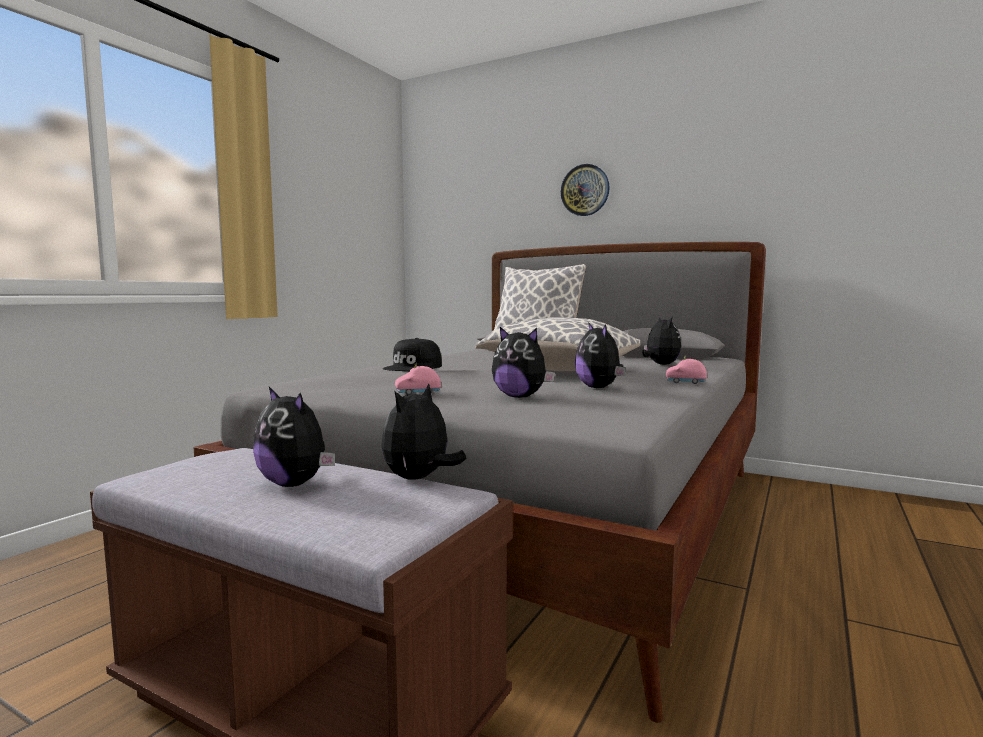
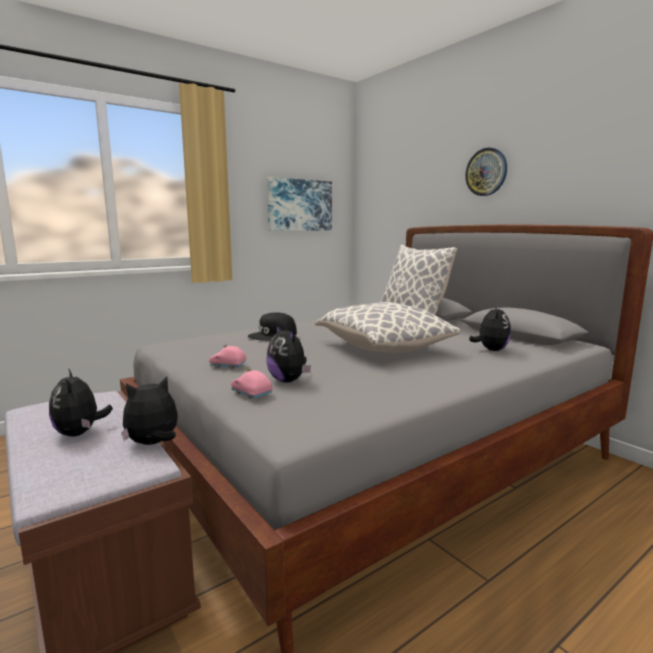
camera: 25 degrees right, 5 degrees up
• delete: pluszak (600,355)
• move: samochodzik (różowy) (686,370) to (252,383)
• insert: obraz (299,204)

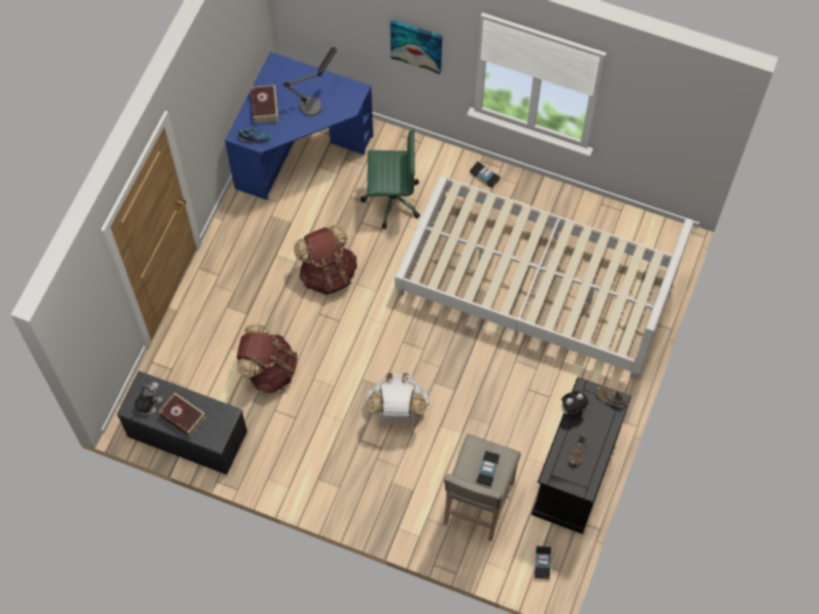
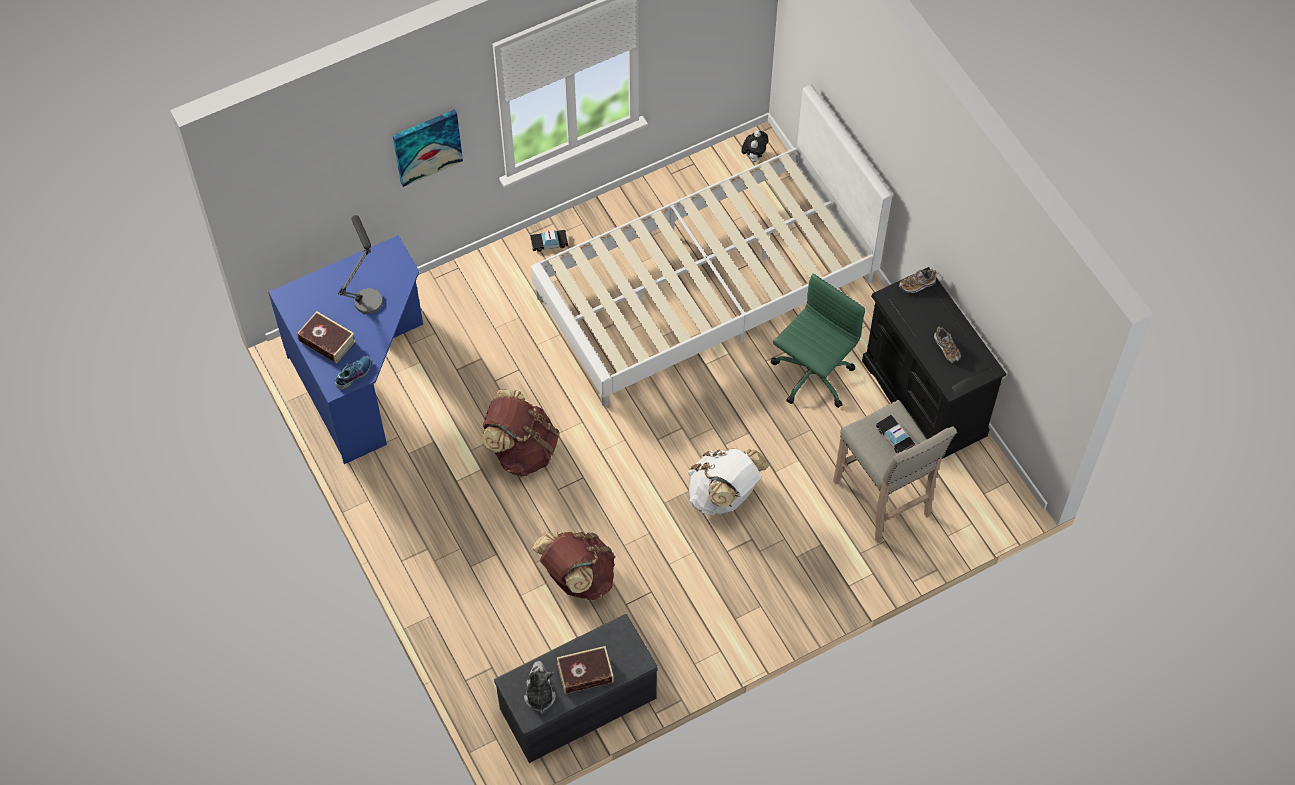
camera: 50 degrees left, 5 degrees down
• move: krzesło biurowe (zielony) (390,179) to (818,341)
• delete: samochodzik (543,562)
• move: pluszak (574,402) to (755,147)

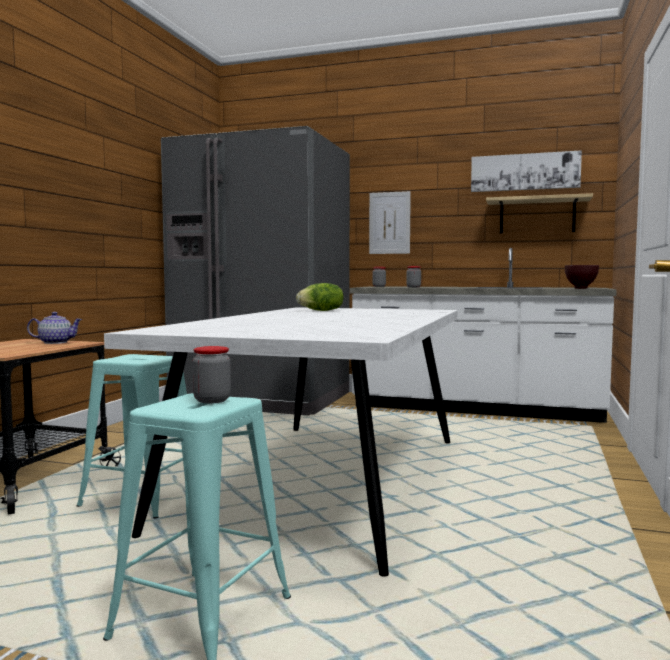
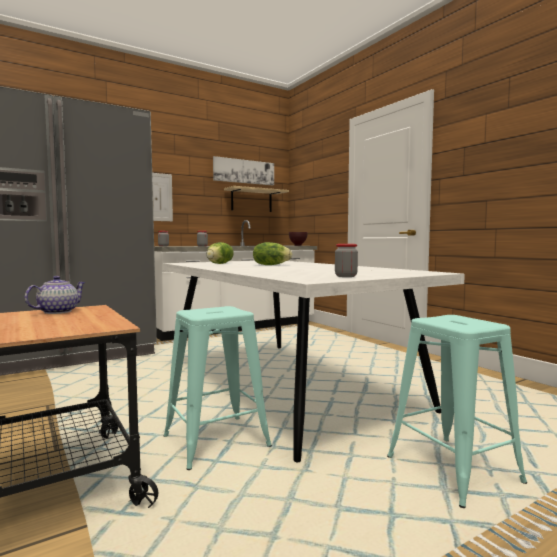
camera: 50 degrees left, 0 degrees up
• move: słoik (211,374) to (346,260)
• insert: sałata (272,253)

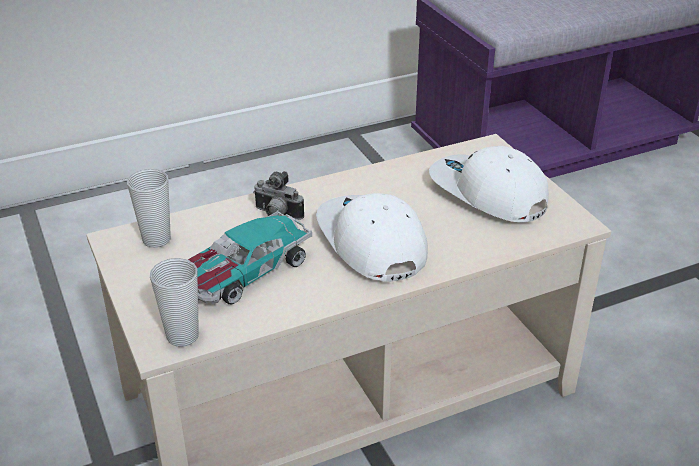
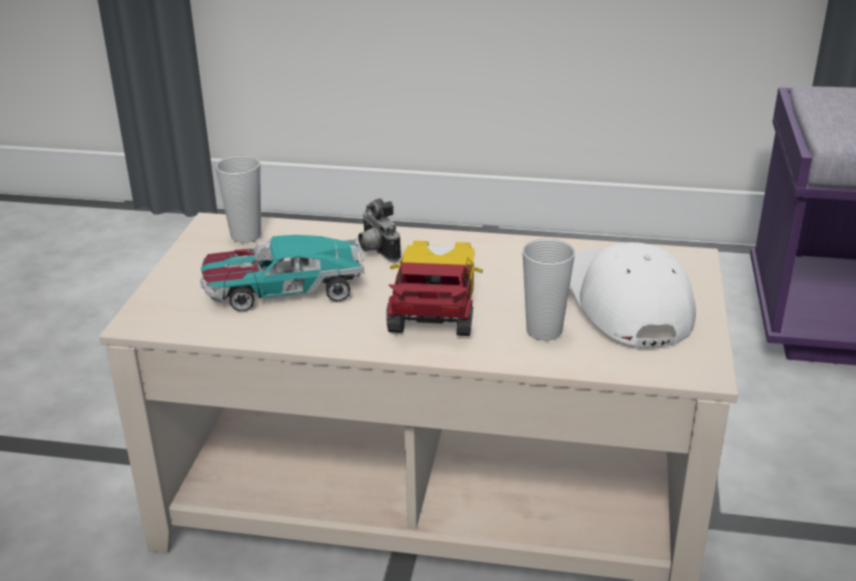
camera: 35 degrees right, 5 degrees down
• move: filiżanka (174,302) to (548,290)
• replace: czapka z daszkiem (biały) (372,237) to samochodzik (434,288)

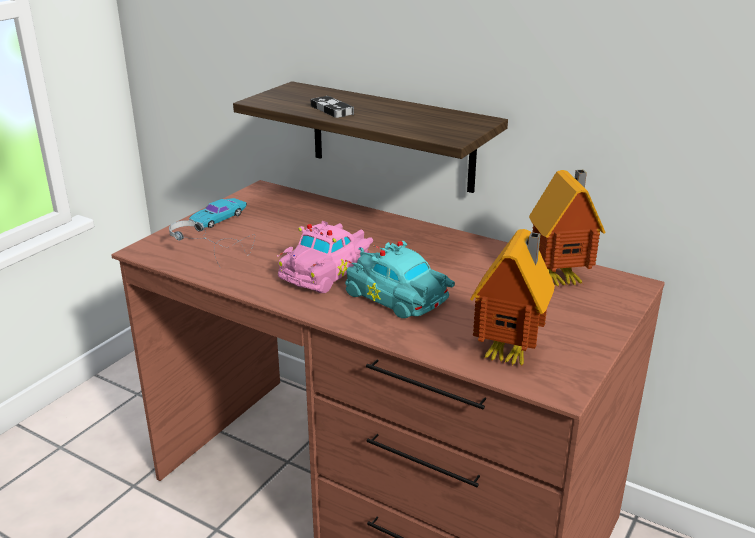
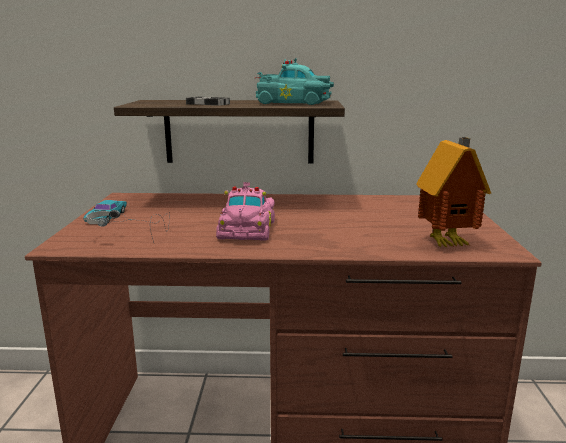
camera: 30 degrees left, 10 degrees down
• move: samochodzik (turkusowy) (400,279) to (294,81)
• delete: domek (567,228)

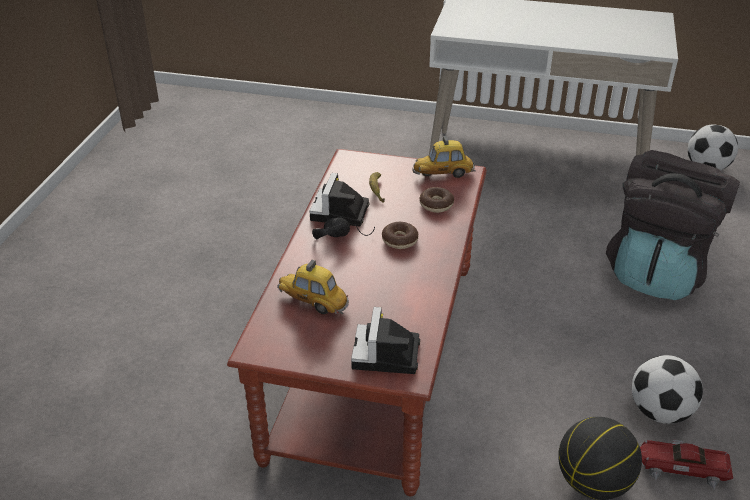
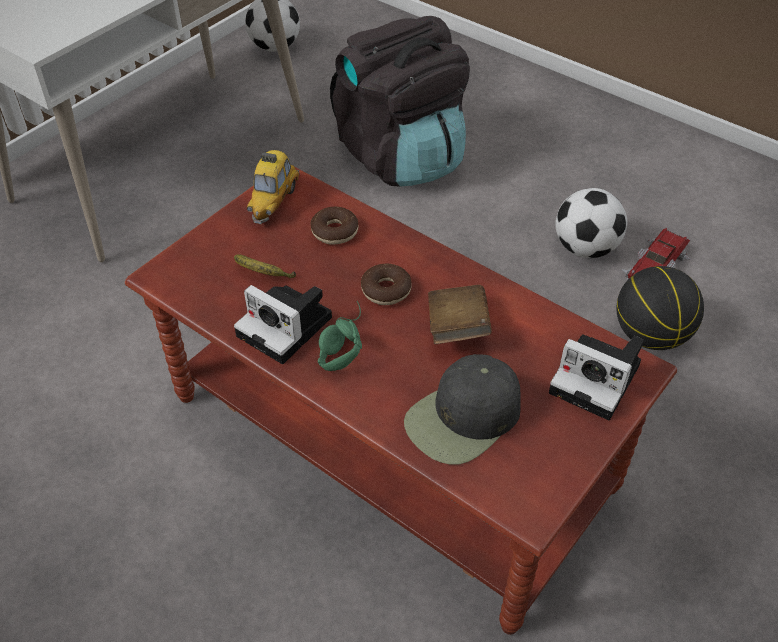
camera: 65 degrees left, 10 degrees up
• replace: samochodzik (313,287) to czapka z daszkiem (czarny) (462,409)
• recolor: słuchawki (czarny) (343,228) to słuchawki (zielony) (340,336)
• insert: książka (brązowy) (460,314)

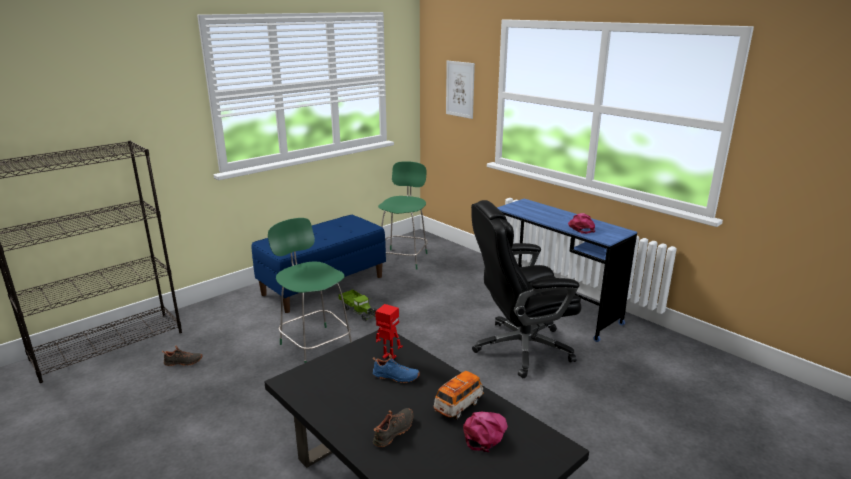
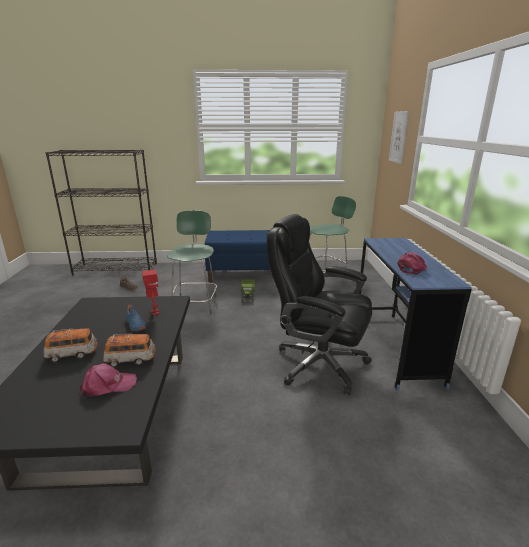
camera: 40 degrees right, 0 degrees up
• replace: but (czarny) (393,427) to samochodzik (70,345)

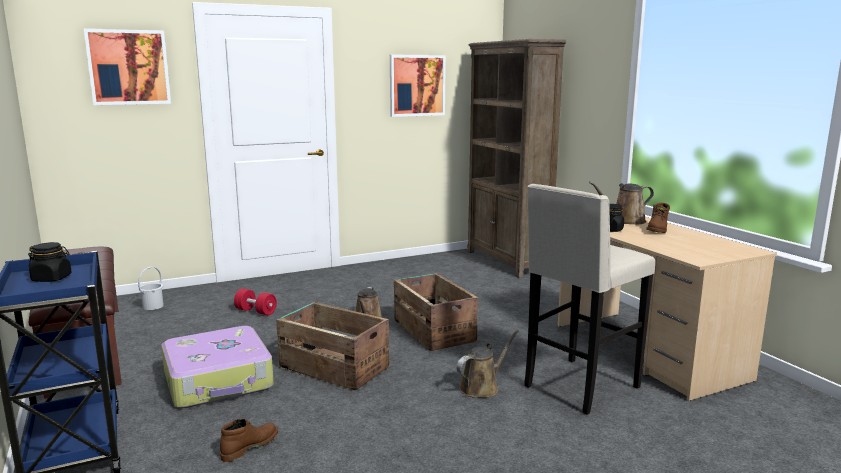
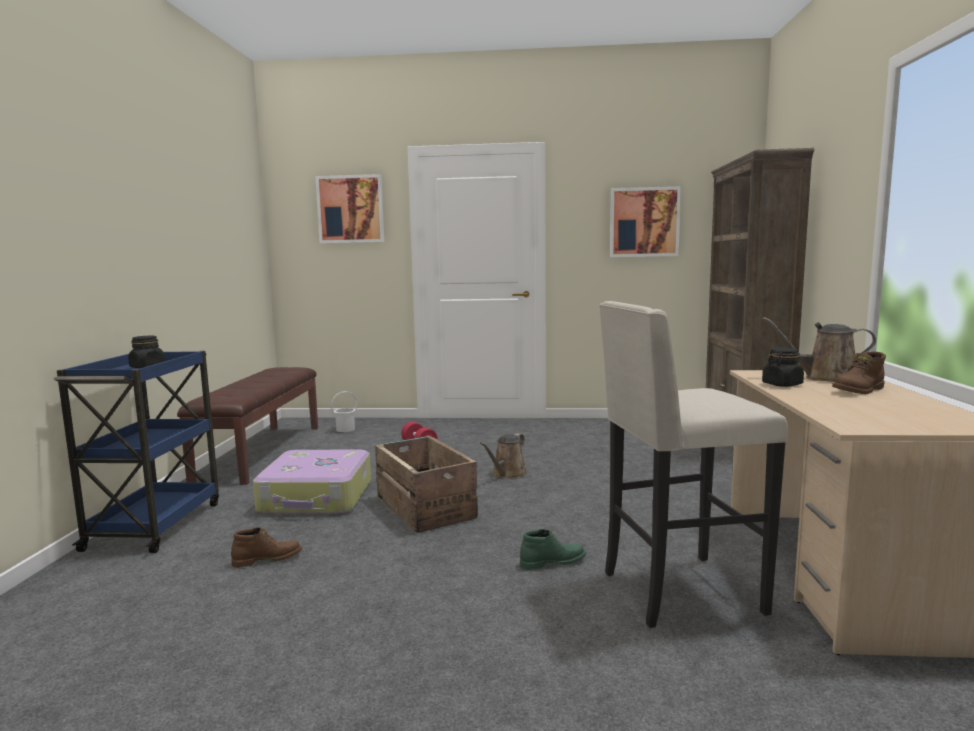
camera: 30 degrees right, 5 degrees down
• delete: skrzynka (436,312)
• replace: konewka (brązowy) (487,364) to but z cholewką (zielony) (553,549)

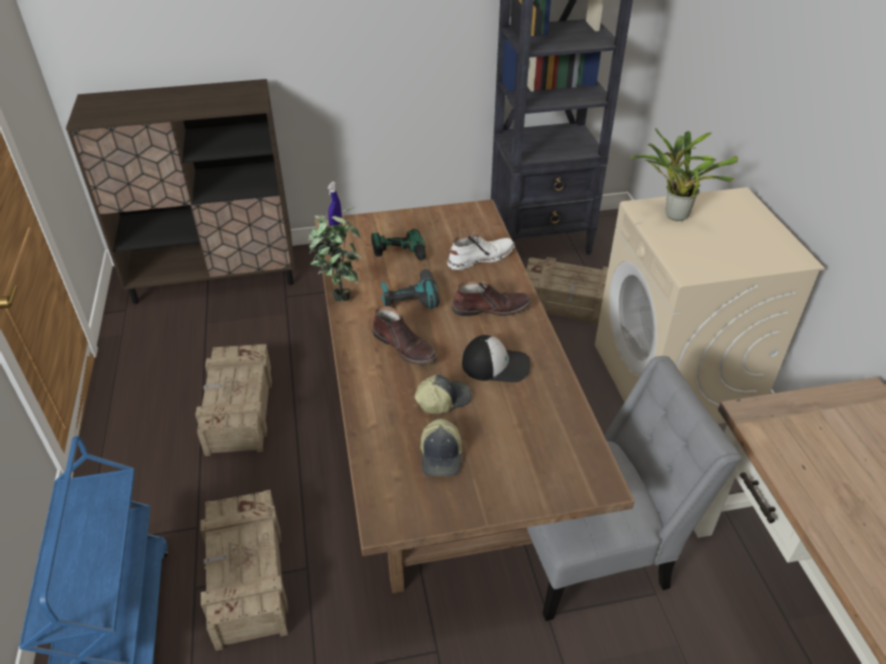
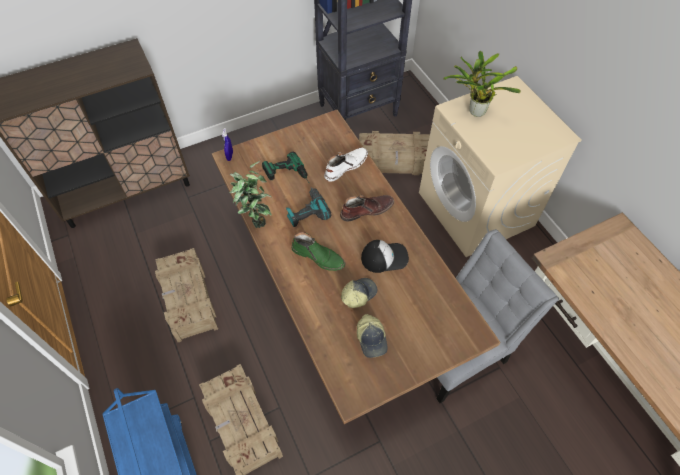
camera: 15 degrees left, 15 degrees up
• recolor: but z cholewką (brązowy) (404,335) to but z cholewką (zielony) (318,251)

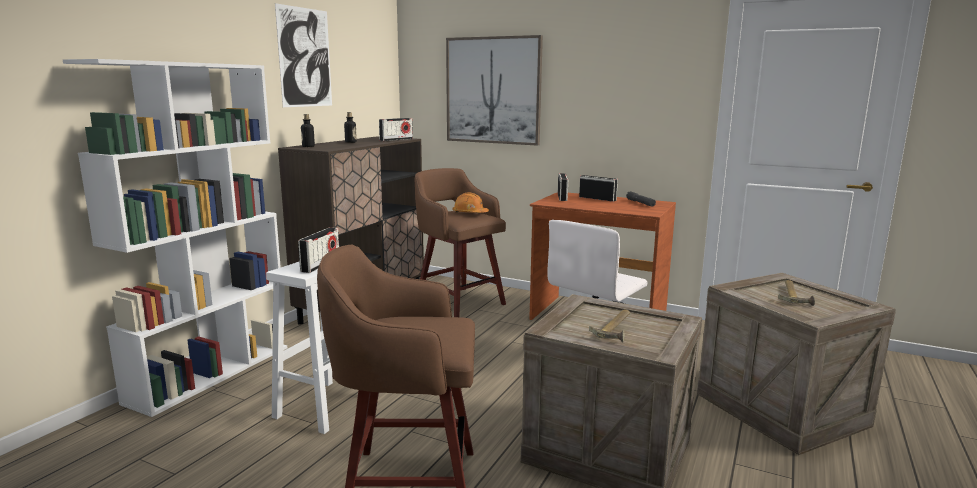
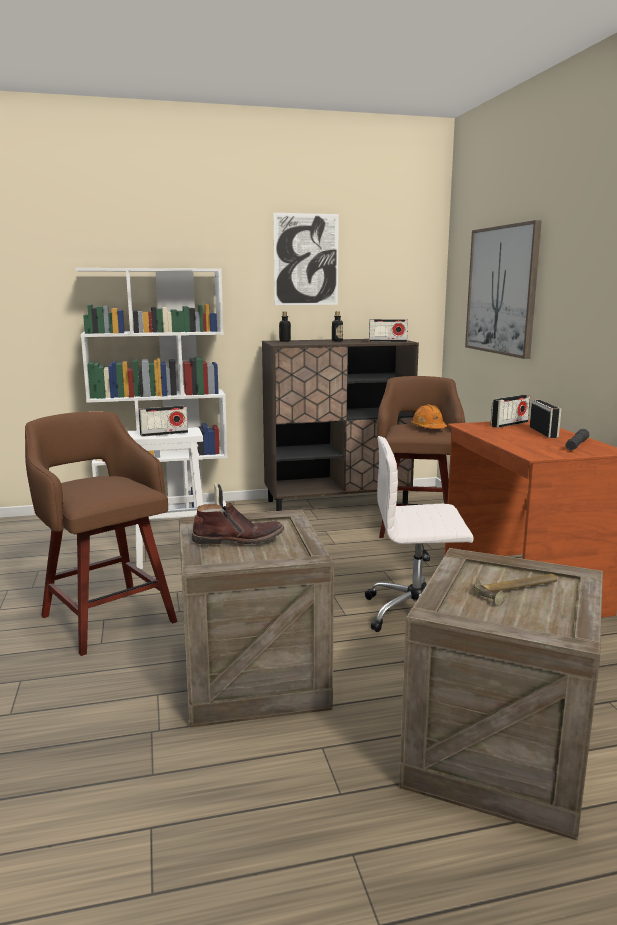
camera: 50 degrees right, 0 degrees up
• replace: młotek (609,325) to but z cholewką (brązowy) (238,523)

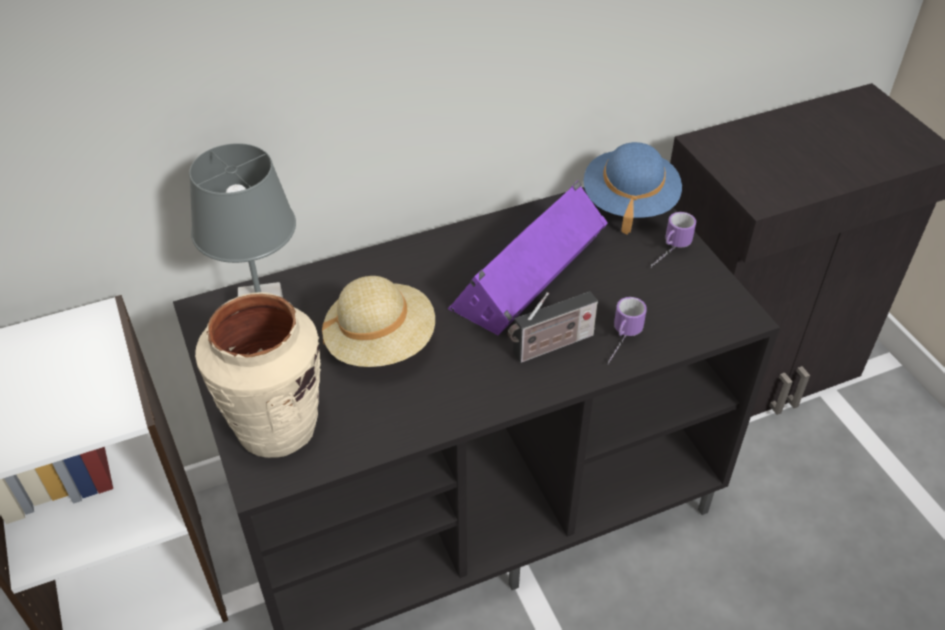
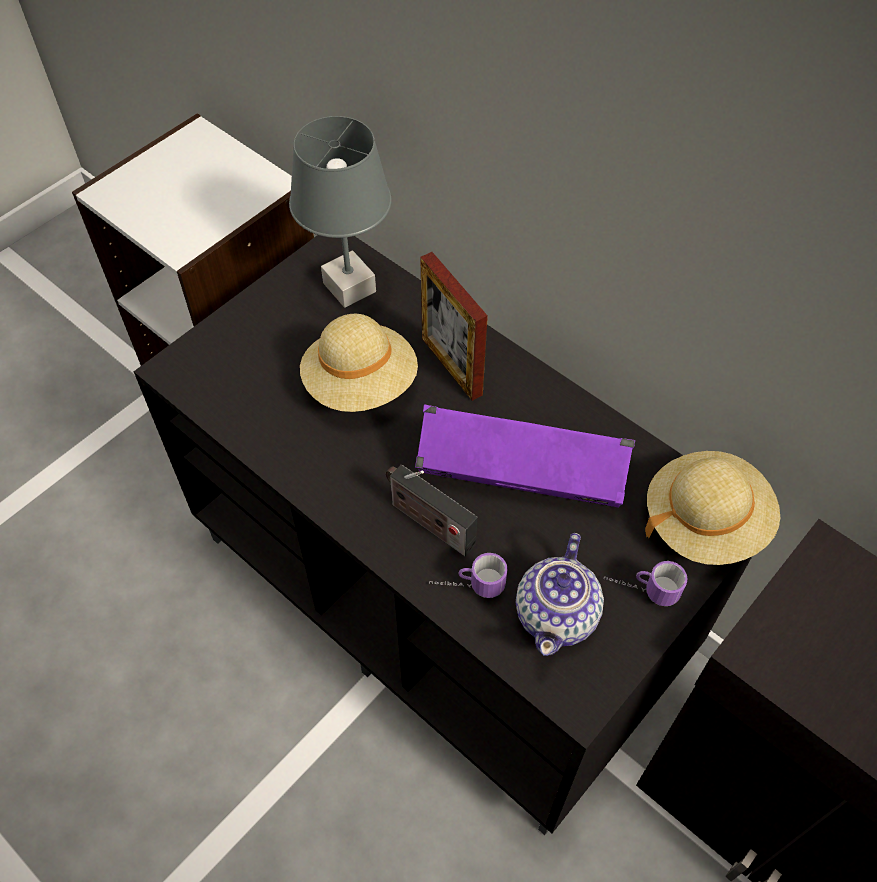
camera: 65 degrees right, 10 degrees up
• delete: wazon (beżowy) (258,375)
• recolor: kapelusz (niebieski) (633,188) to kapelusz (beżowy) (712,508)
• insert: ramka na zdjęcie (454,326)
• insert: imbryk (559,594)

